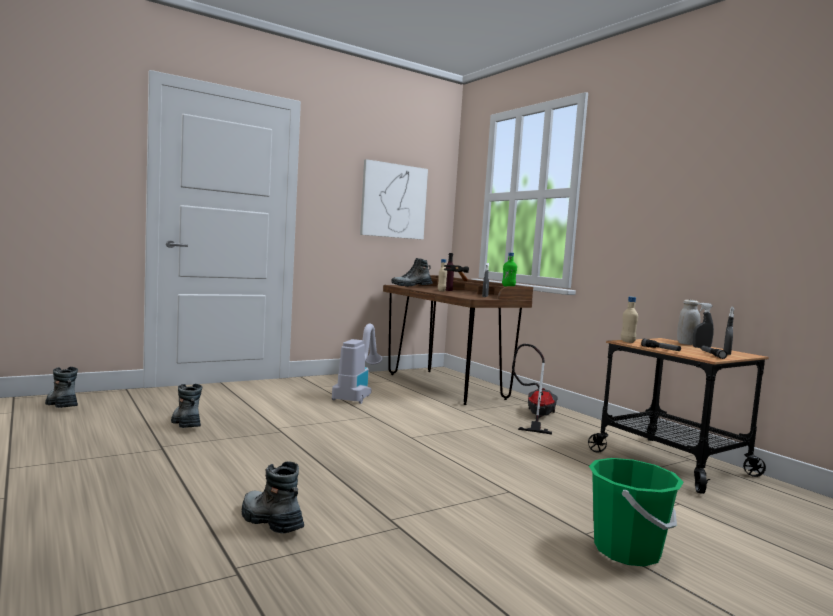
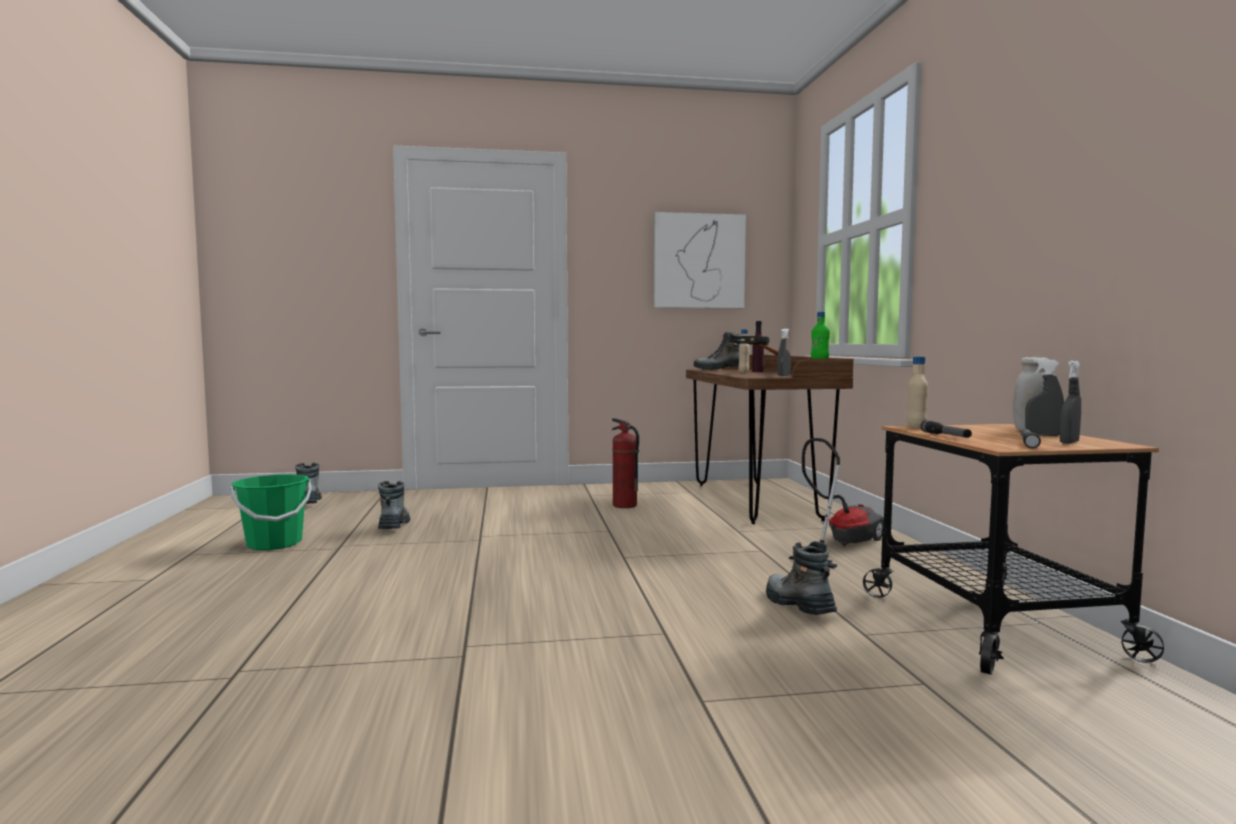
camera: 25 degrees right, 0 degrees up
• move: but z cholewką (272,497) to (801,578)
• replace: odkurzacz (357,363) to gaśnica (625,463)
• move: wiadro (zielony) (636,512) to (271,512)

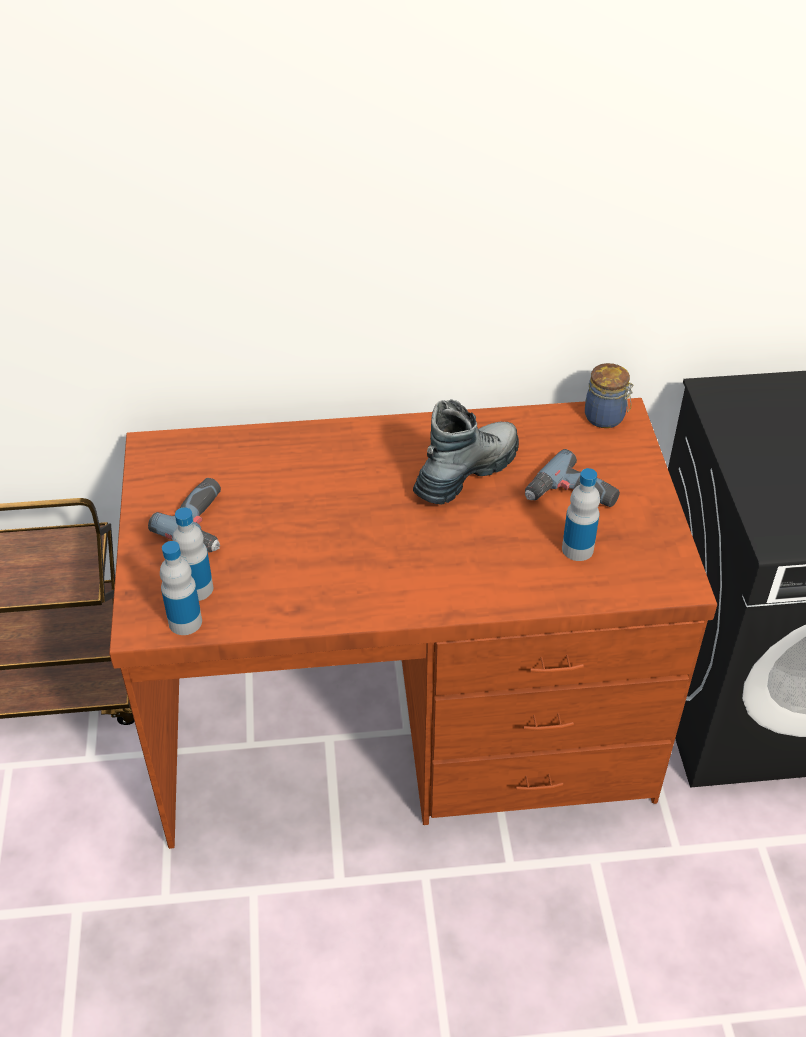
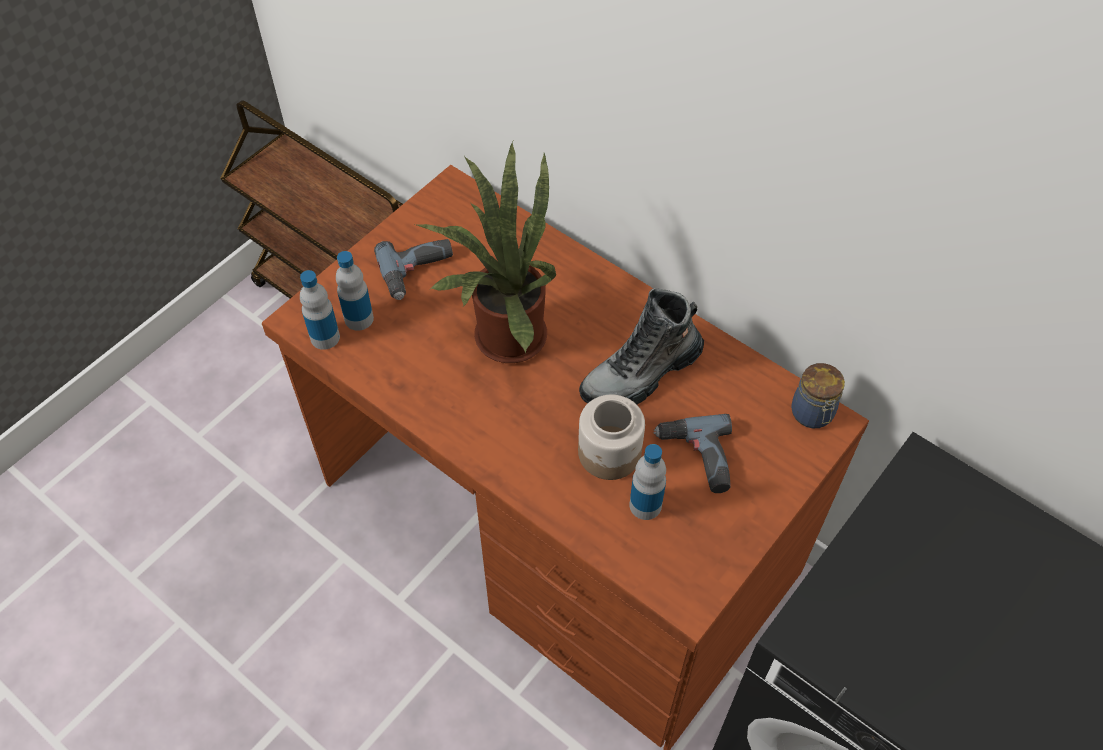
camera: 45 degrees right, 10 degrees up
• rotate: but z cholewką (466,452) = (641,346) 150 degrees clockwise
• insert: roślina doniczkowa (485,252)
• insert: słoik (611,437)

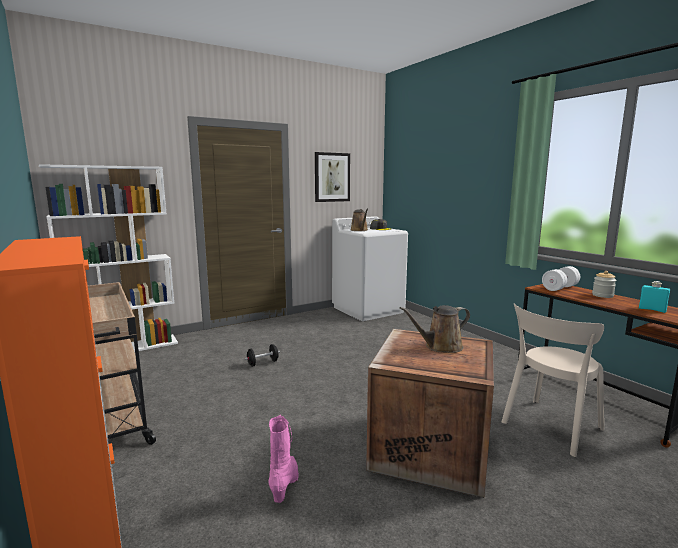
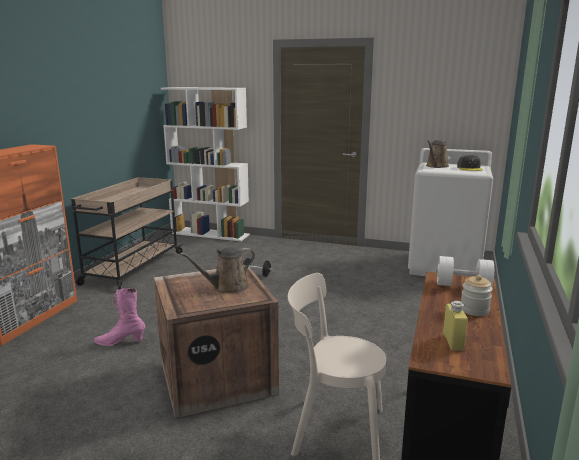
camera: 50 degrees right, 5 degrees up
• rotate: but z cholewką (różowy) (283,459) = (119,317) 150 degrees counterclockwise
• delete: obraz (332,177)
• rotate: konewka (brązowy) (434,329) = (217,270) 60 degrees counterclockwise
• recolor: butelka (turkusowy) (654,297) to butelka (żółty) (455,326)

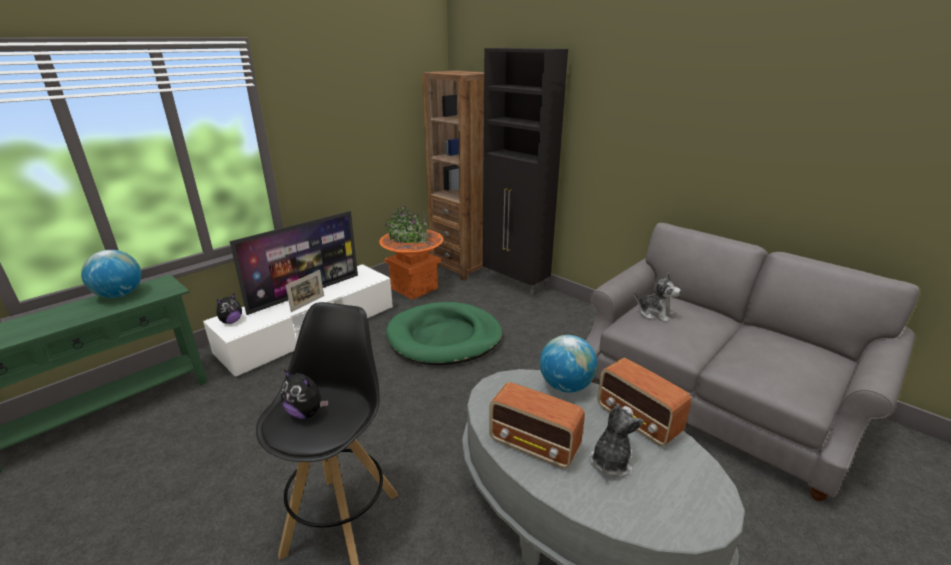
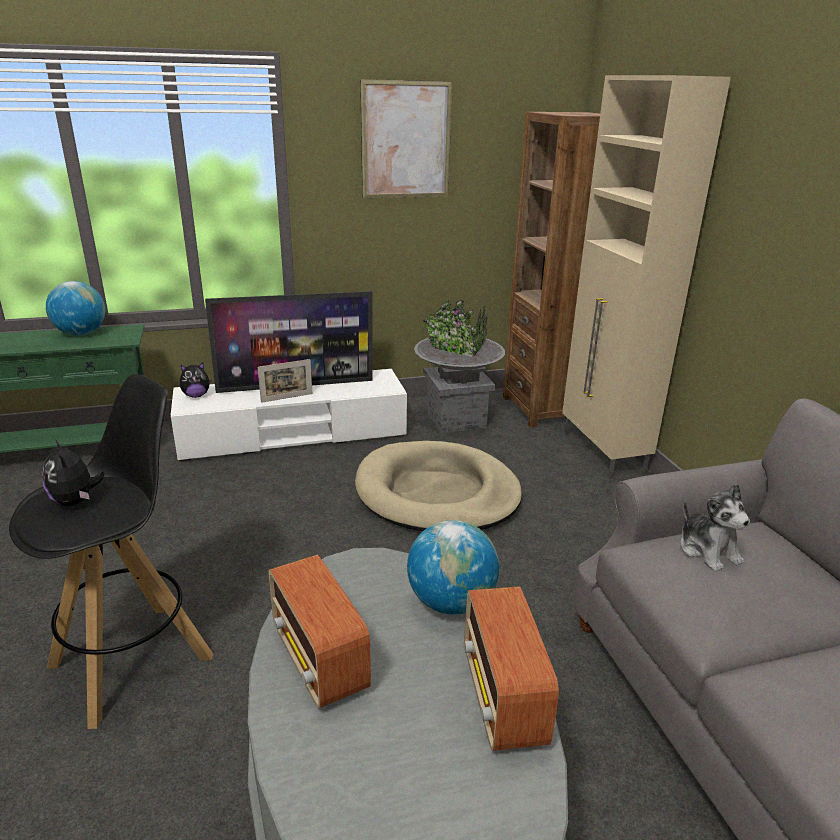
camera: 30 degrees right, 0 degrees up
• recolor: donica (pomarańczowy) (411,253) to donica (szary) (459,367)
• recolor: legowisko (zielony) (444,333) to legowisko (beżowy) (438,486)
• recolor: szafka (czarny) (525,173) to szafka (beżowy) (646,277)
• delete: pluszak (617,440)
• insert: obraz (406,138)

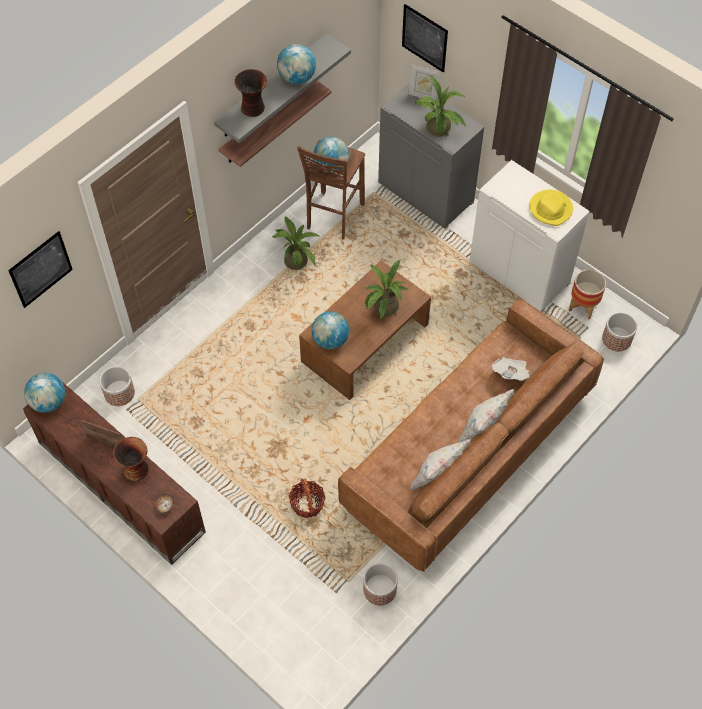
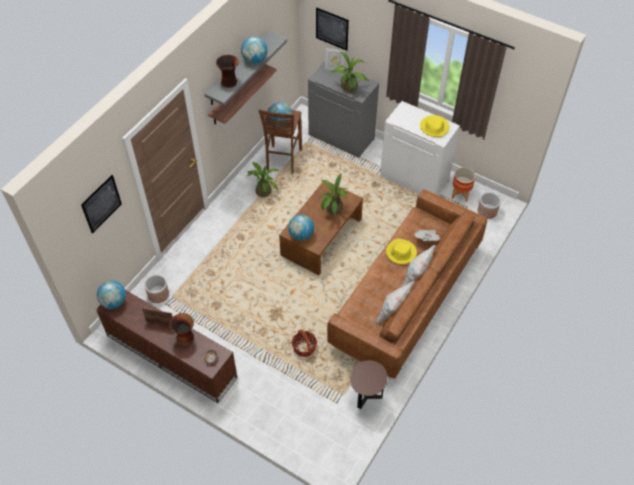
camera: 10 degrees left, 5 degrees down
• replace: donica (380,584) to stolik (brązowy) (369,384)
• insert: kapelusz (żółty) (401,251)

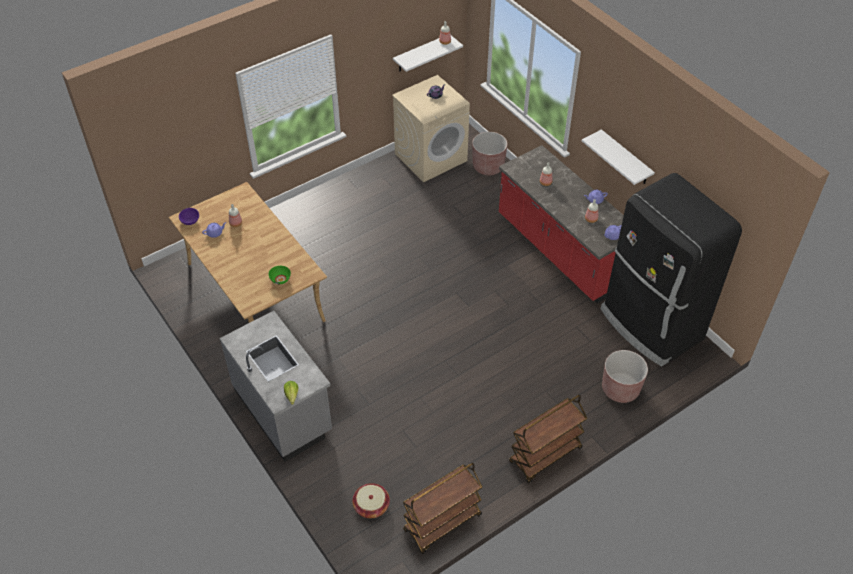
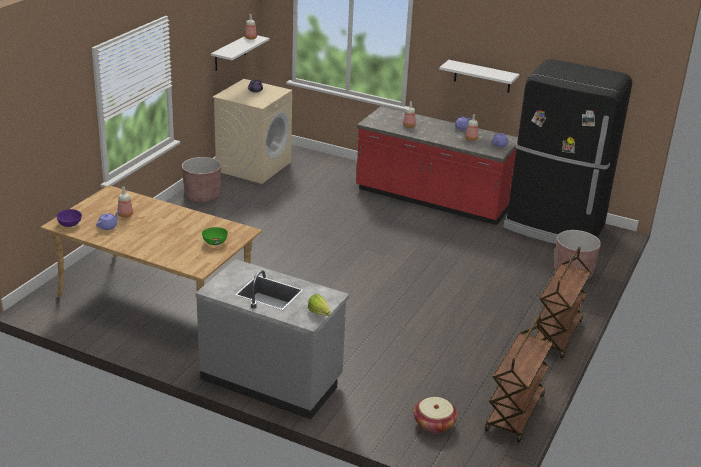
camera: 30 degrees left, 20 degrees down
• move: donica (brązowy) (489,153) to (201,180)

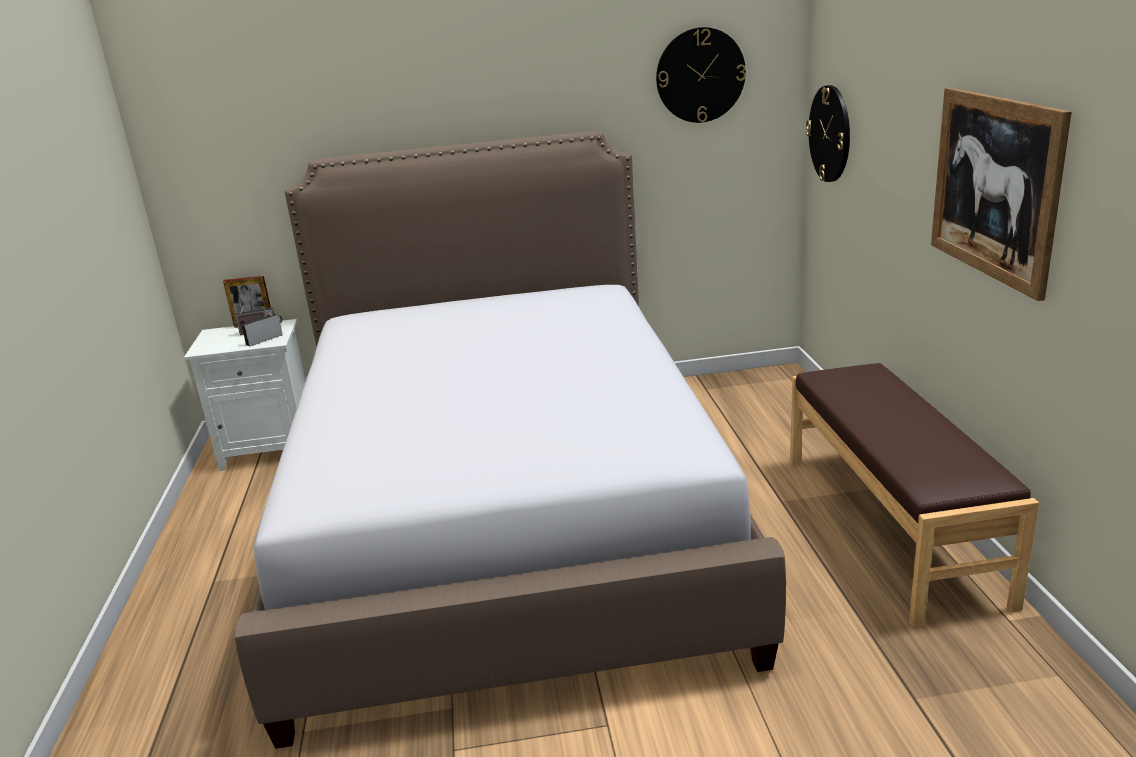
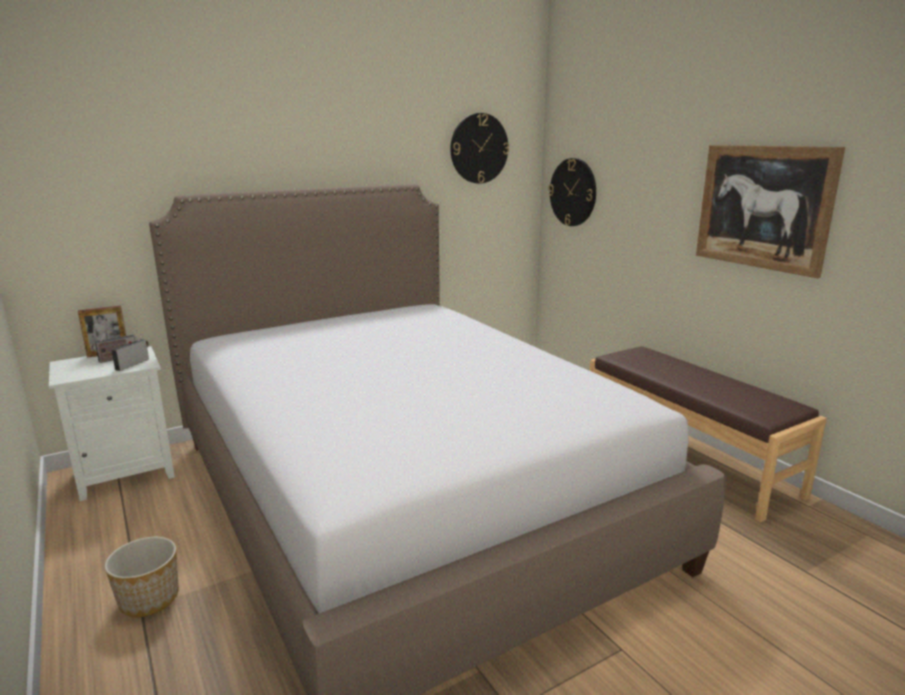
camera: 25 degrees left, 5 degrees down
• insert: donica (141,577)

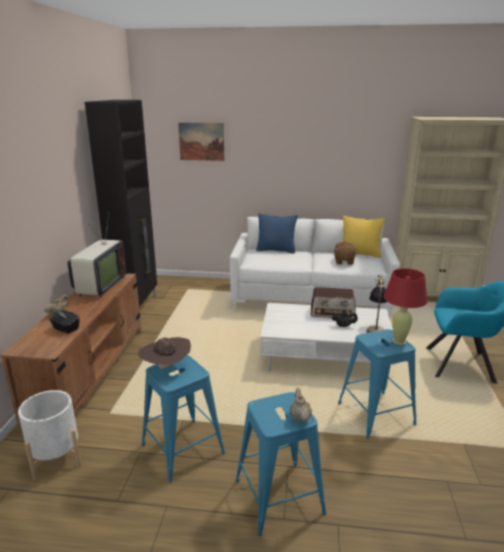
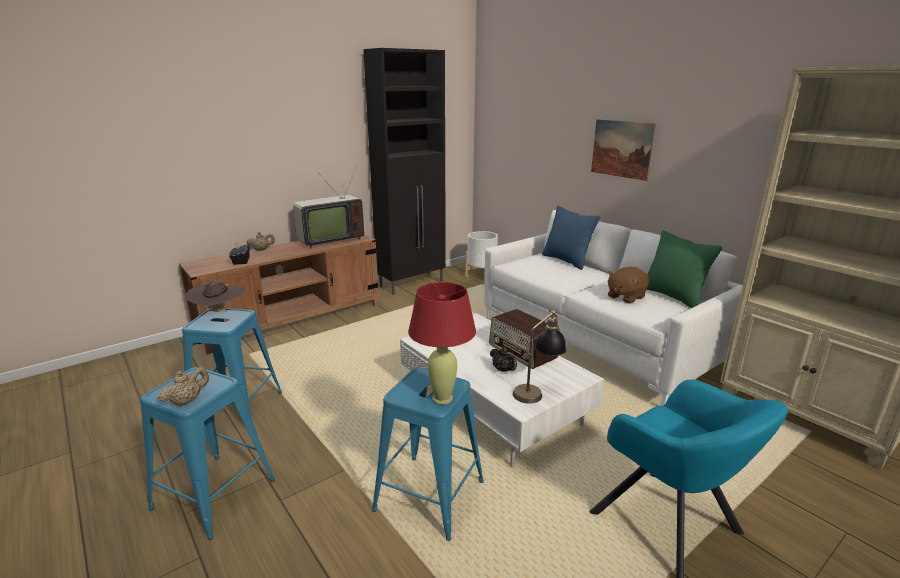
camera: 45 degrees right, 0 degrees up
• move: donica (biały) (49,435) to (481,254)
• move: obraz (201,142) to (623,150)
• recolor: poduszka (żółty) (364,237) to poduszka (zielony) (684,269)

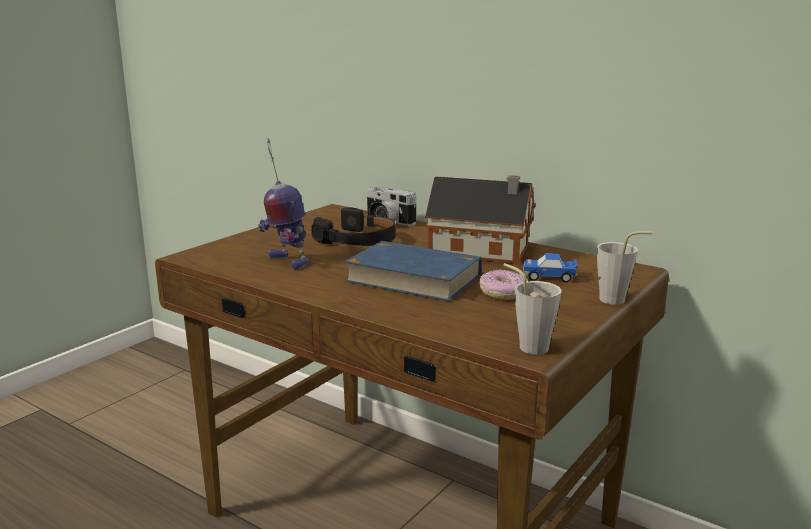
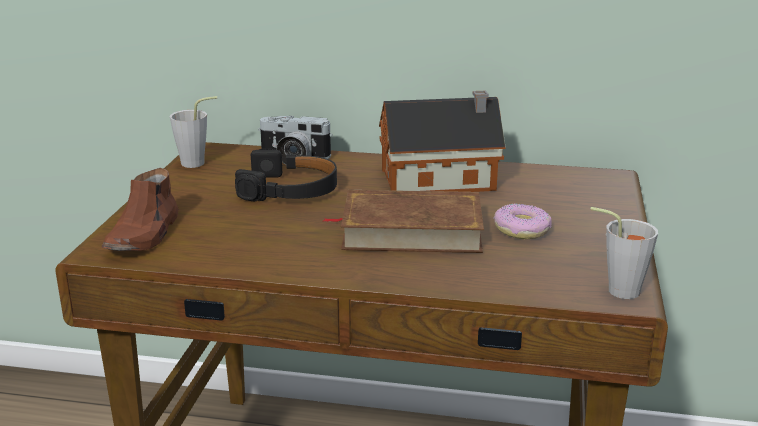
camera: 25 degrees left, 5 degrees up
• delete: robot zabawkowy (283,203)
• recolor: książka (niebieski) (413,271) to książka (brązowy) (403,221)
• delete: samochodzik (550,267)
• move: filiżanka (szary) (624,268) to (193,132)
• insert: but (brązowy) (140,209)

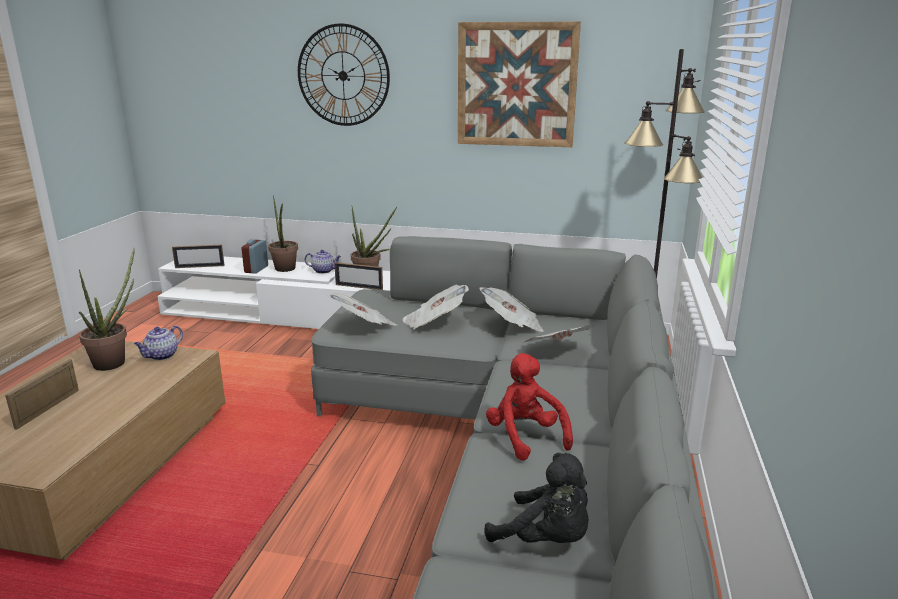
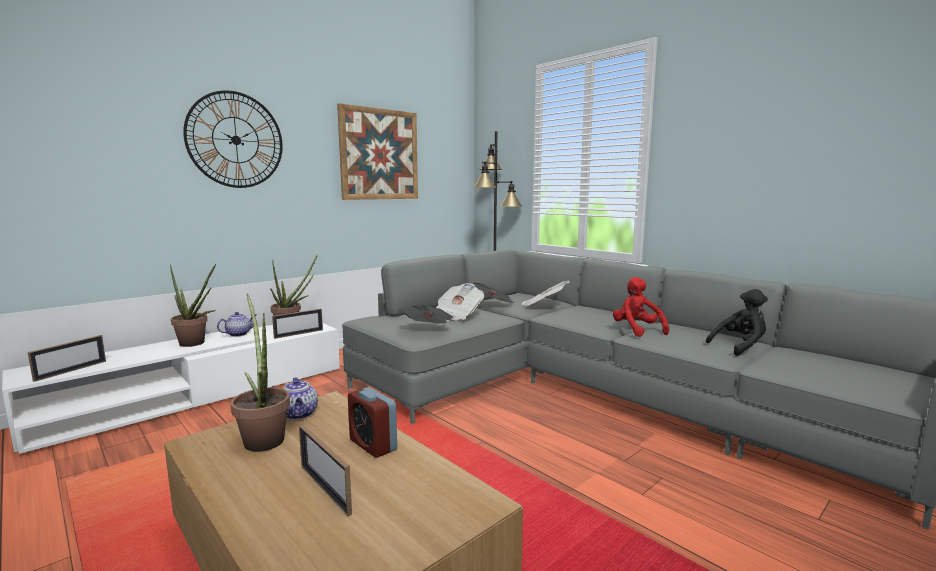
camera: 55 degrees left, 10 degrees down
• move: budzik (254,256) to (372,422)
• rotate: pluszak (czerwony) (529,407) = (641,307) 60 degrees clockwise

